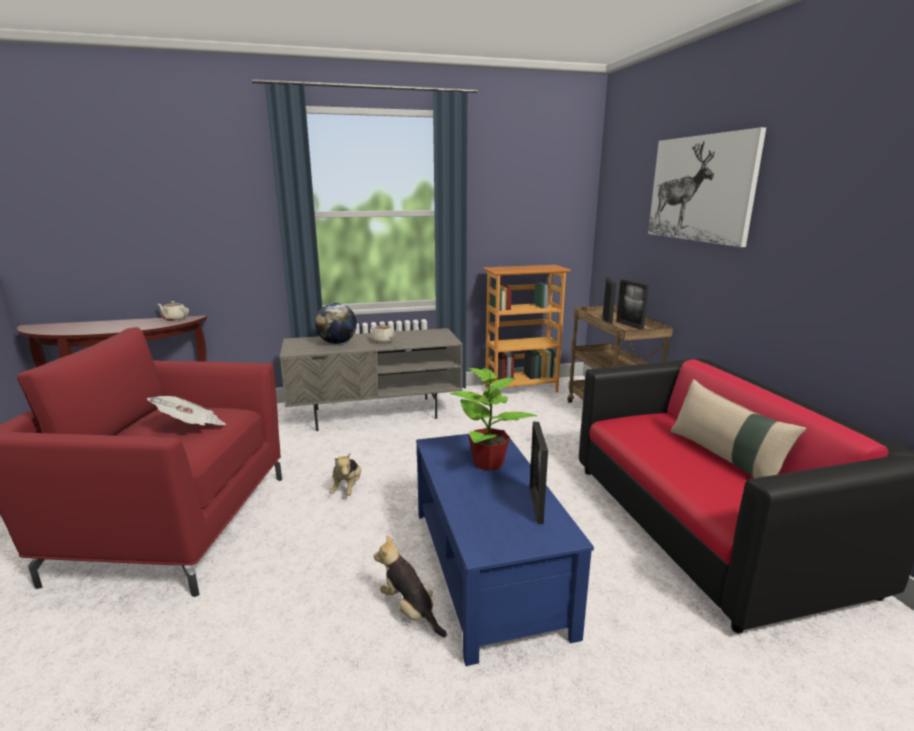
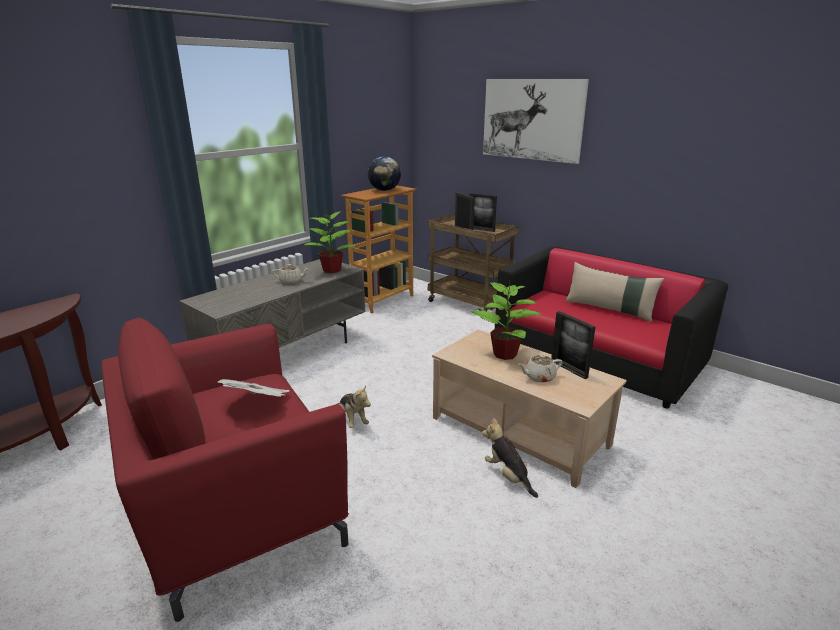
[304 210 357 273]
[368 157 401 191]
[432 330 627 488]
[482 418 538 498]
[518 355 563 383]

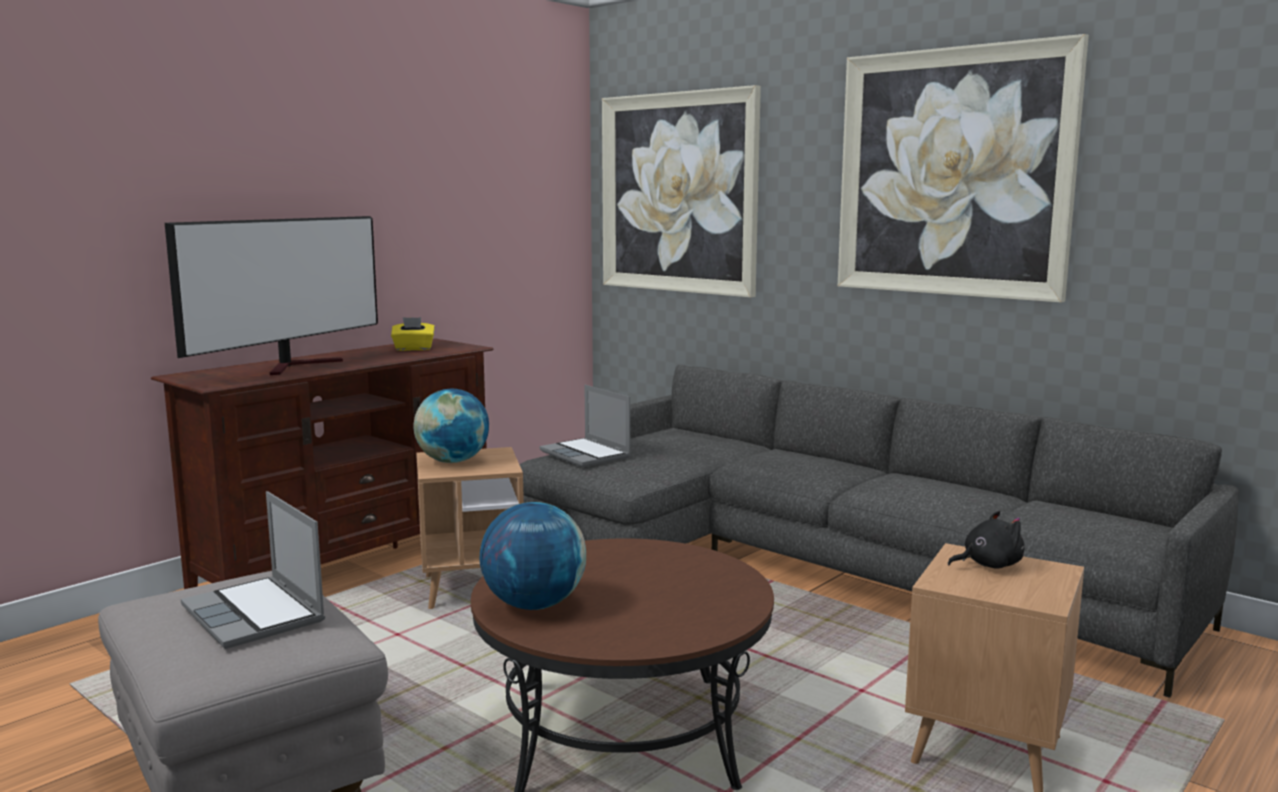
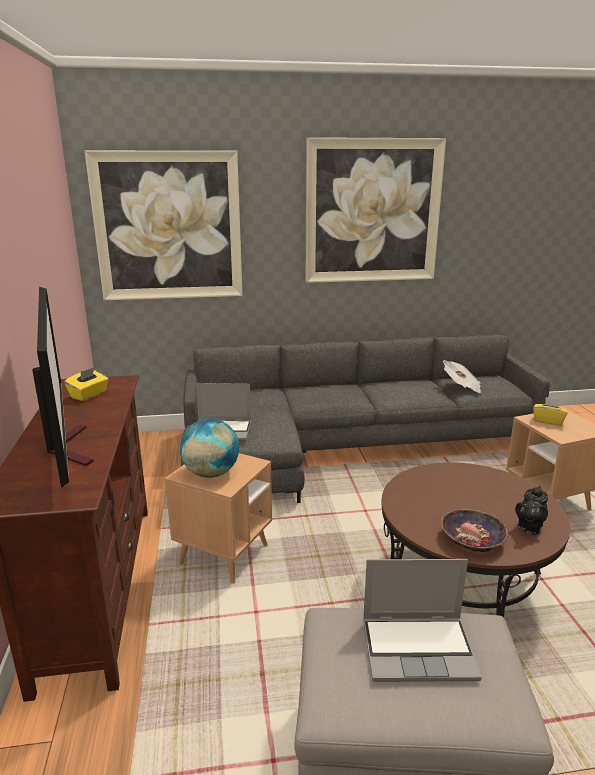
[441 509 508 552]
[443 360 481 393]
[515 486 548 535]
[533 397 568 426]

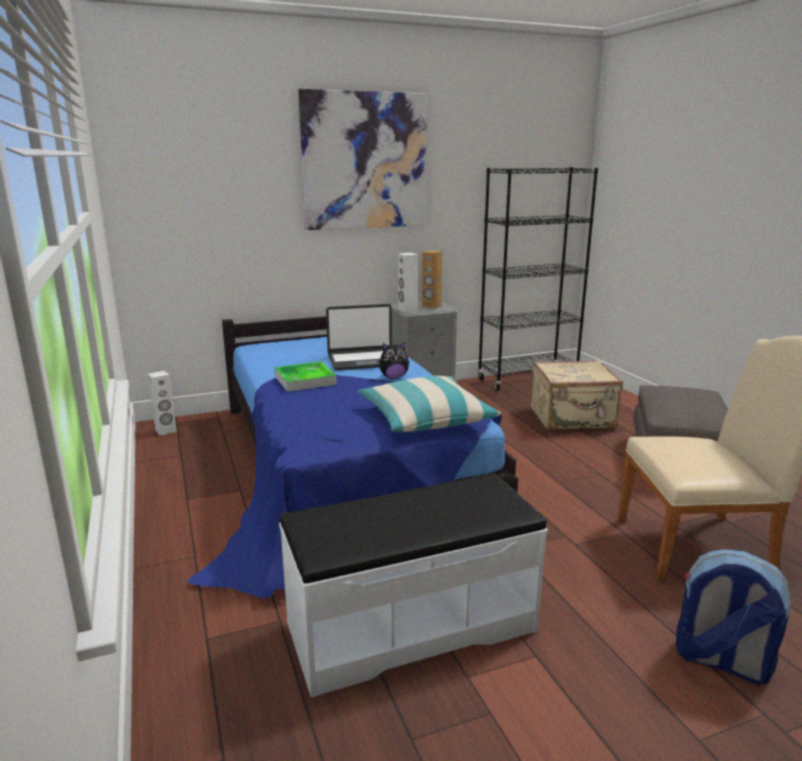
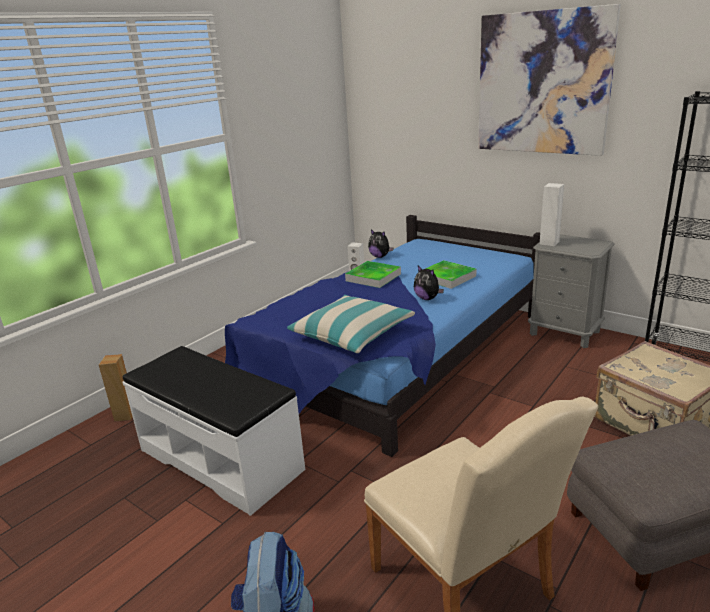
[99 354 132 421]
[368 229 393 258]
[426 260 476 289]

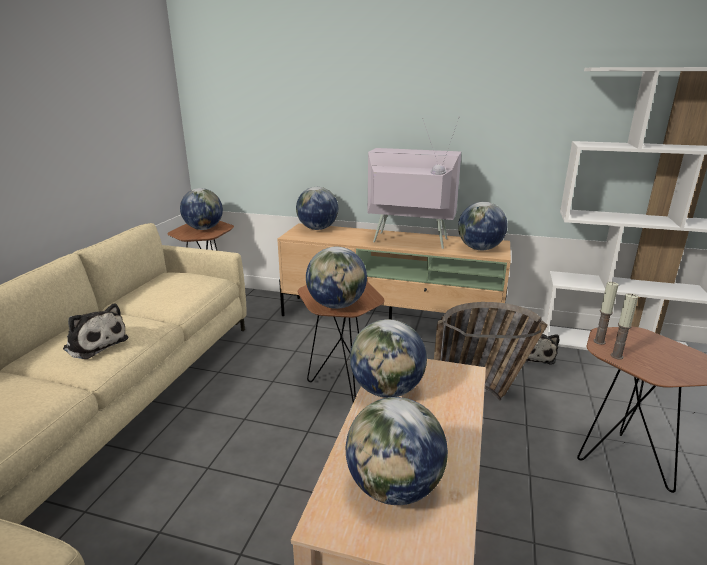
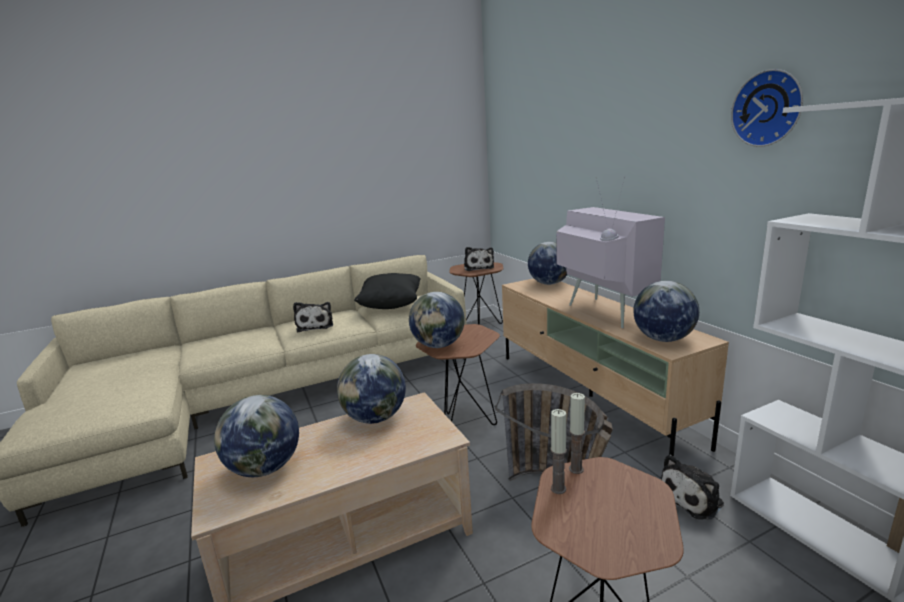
[354 273 421 309]
[464 247 494 271]
[731 69 803 147]

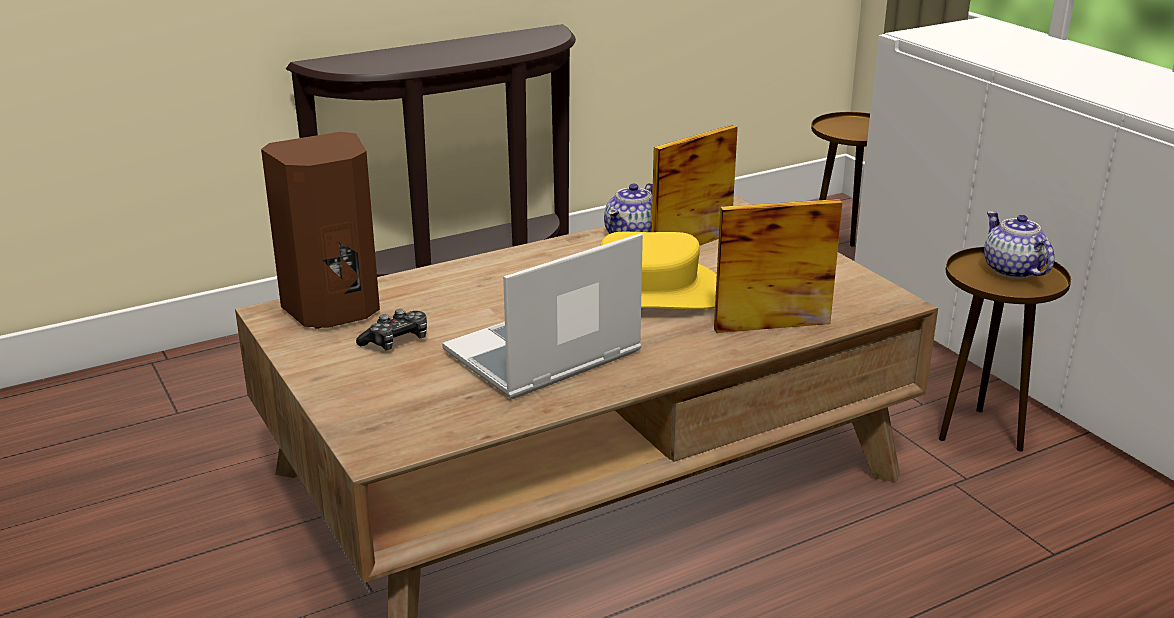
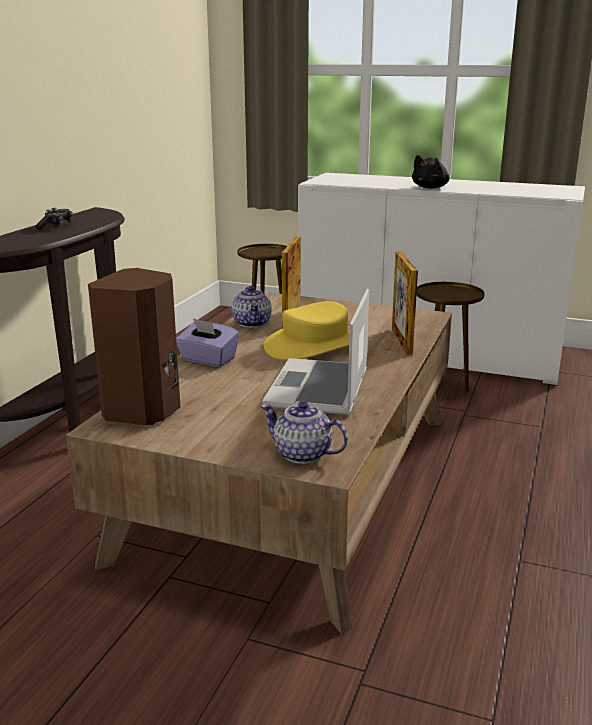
[35 208 73 230]
[176 318 239 367]
[260 401 348 464]
[392 251 418 354]
[412 155 449 188]

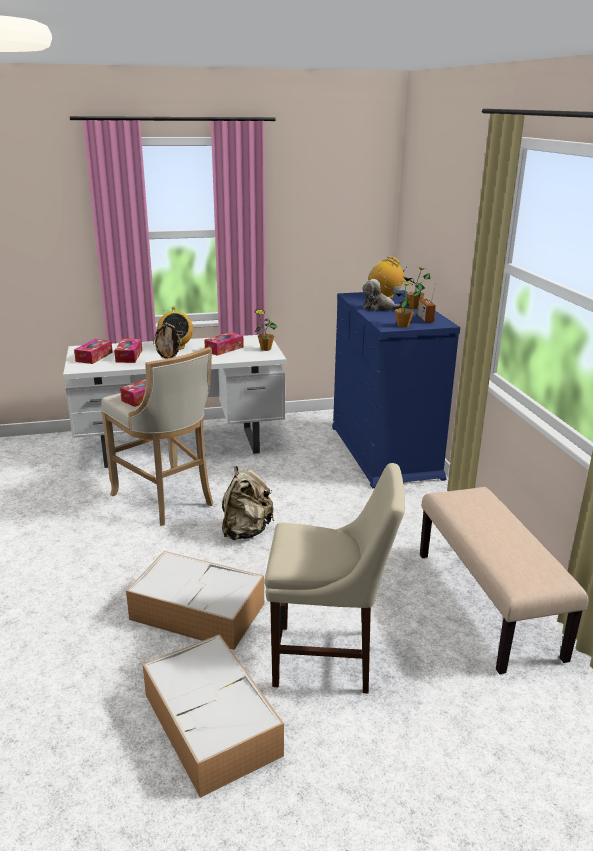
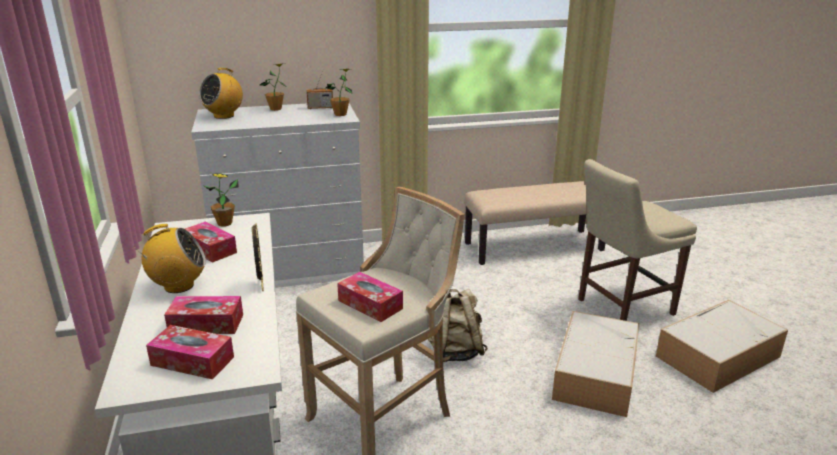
[191 104 364 288]
[578 159 697 321]
[362 279 402 311] (first image)

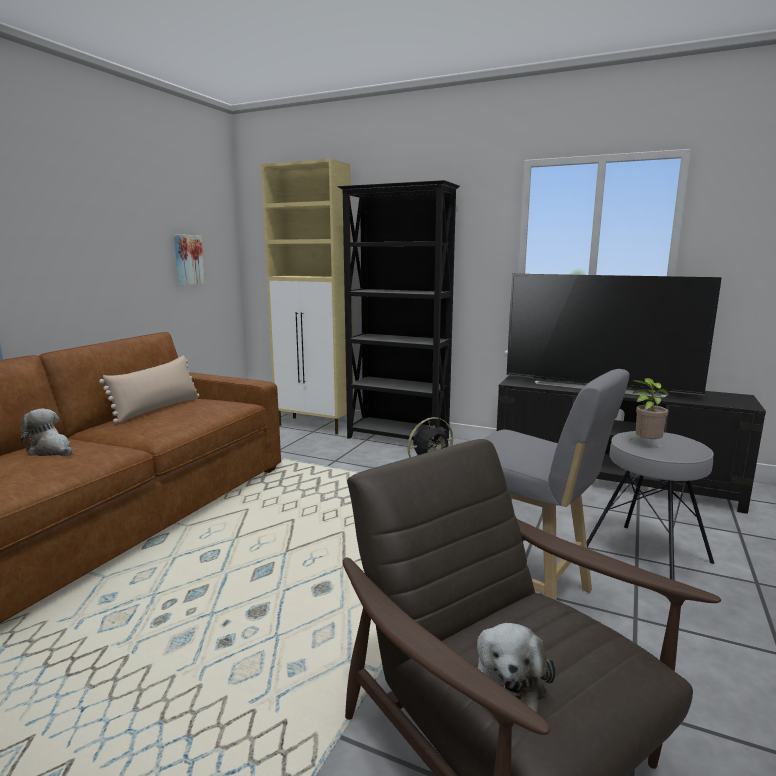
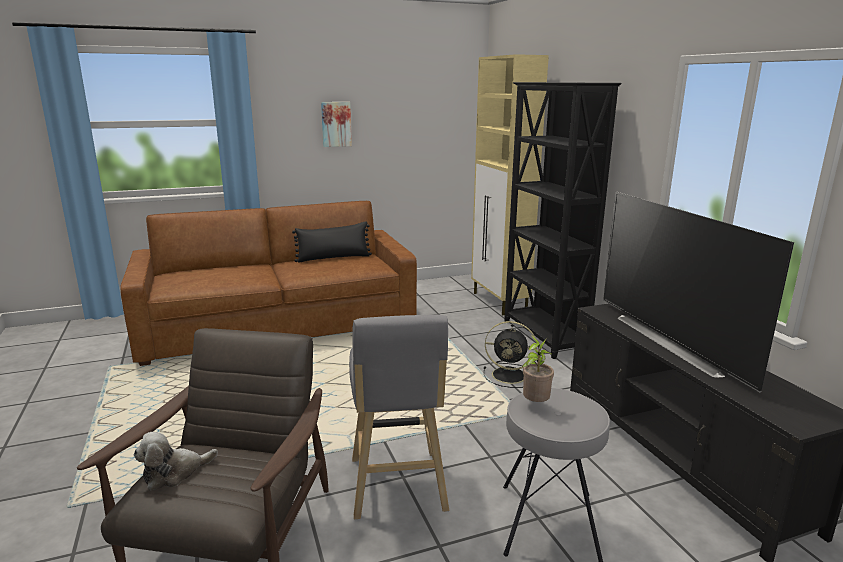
[292 221 372 262]
[321 102 352 147]
[20 408 73 456] (first image)

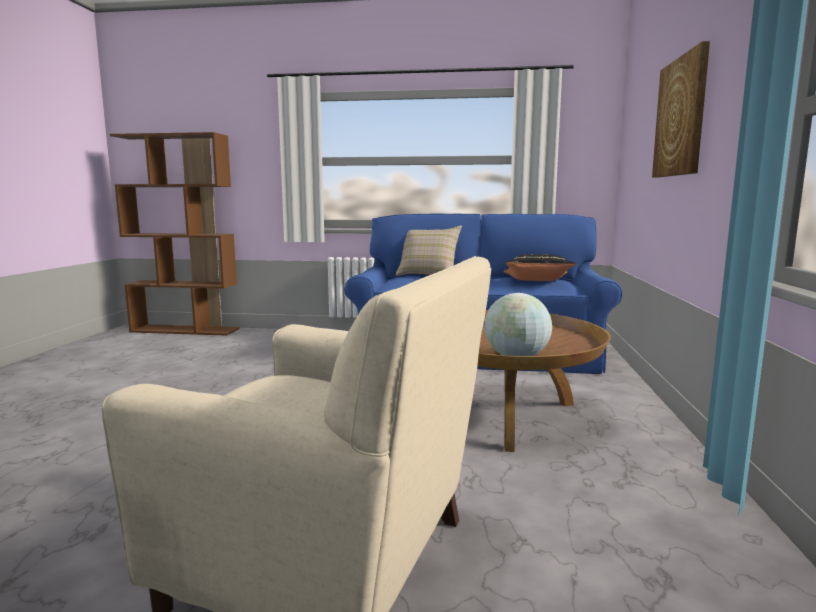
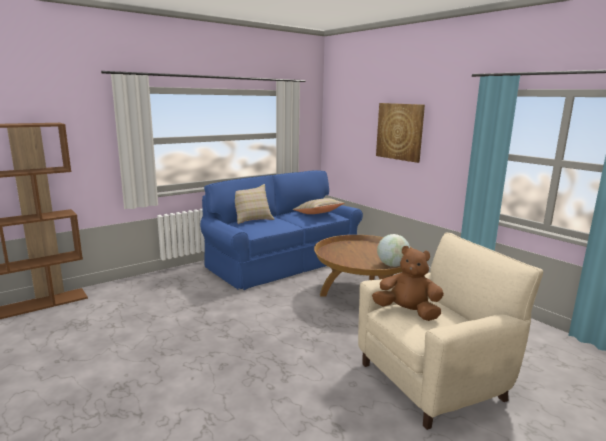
[293 198 344 214]
[372 246 444 321]

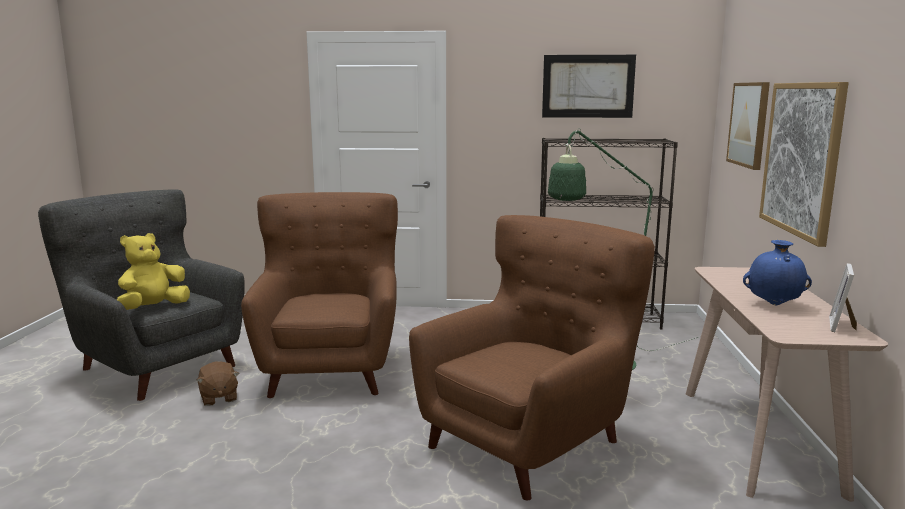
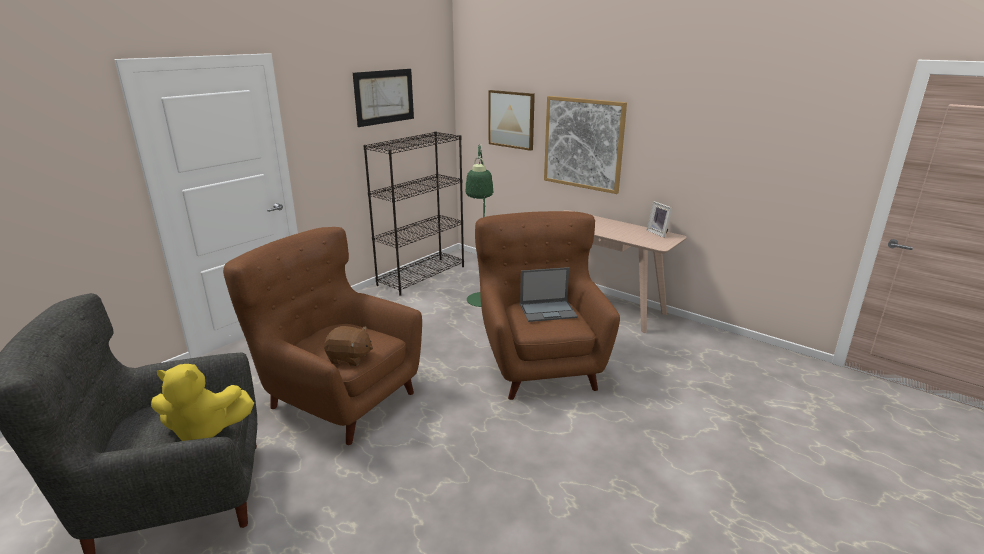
[151 364 254 441]
[324 326 373 366]
[520 267 578 322]
[743 240 812 306] (first image)

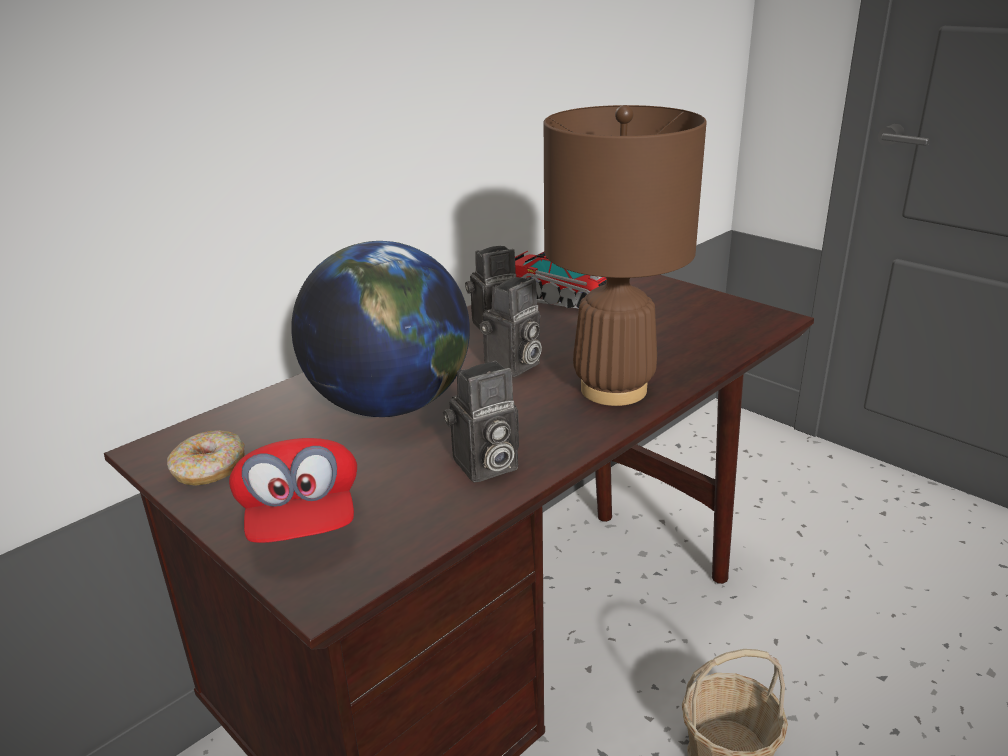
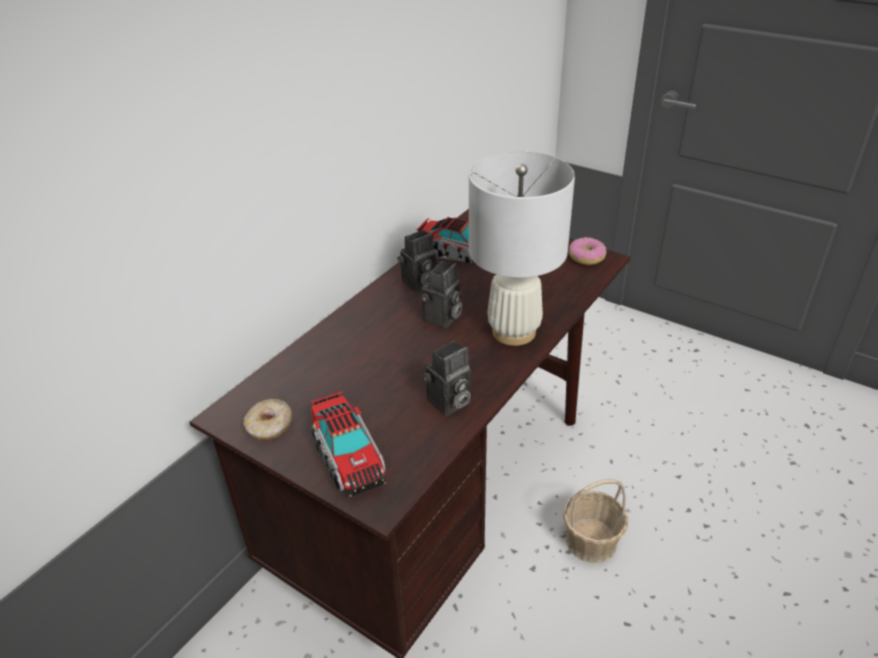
[311 392 386 497]
[469 151 575 346]
[569 237 606 265]
[291 241 470 417] (first image)

